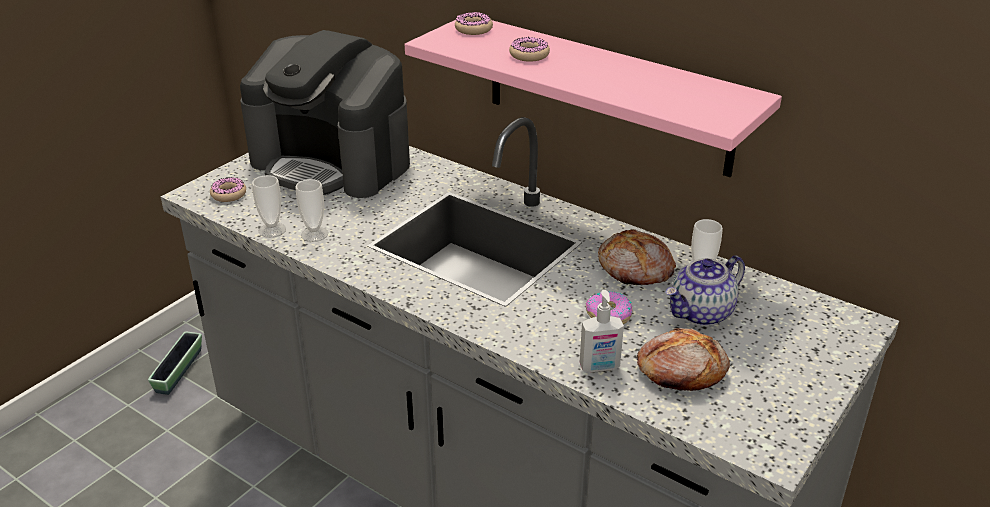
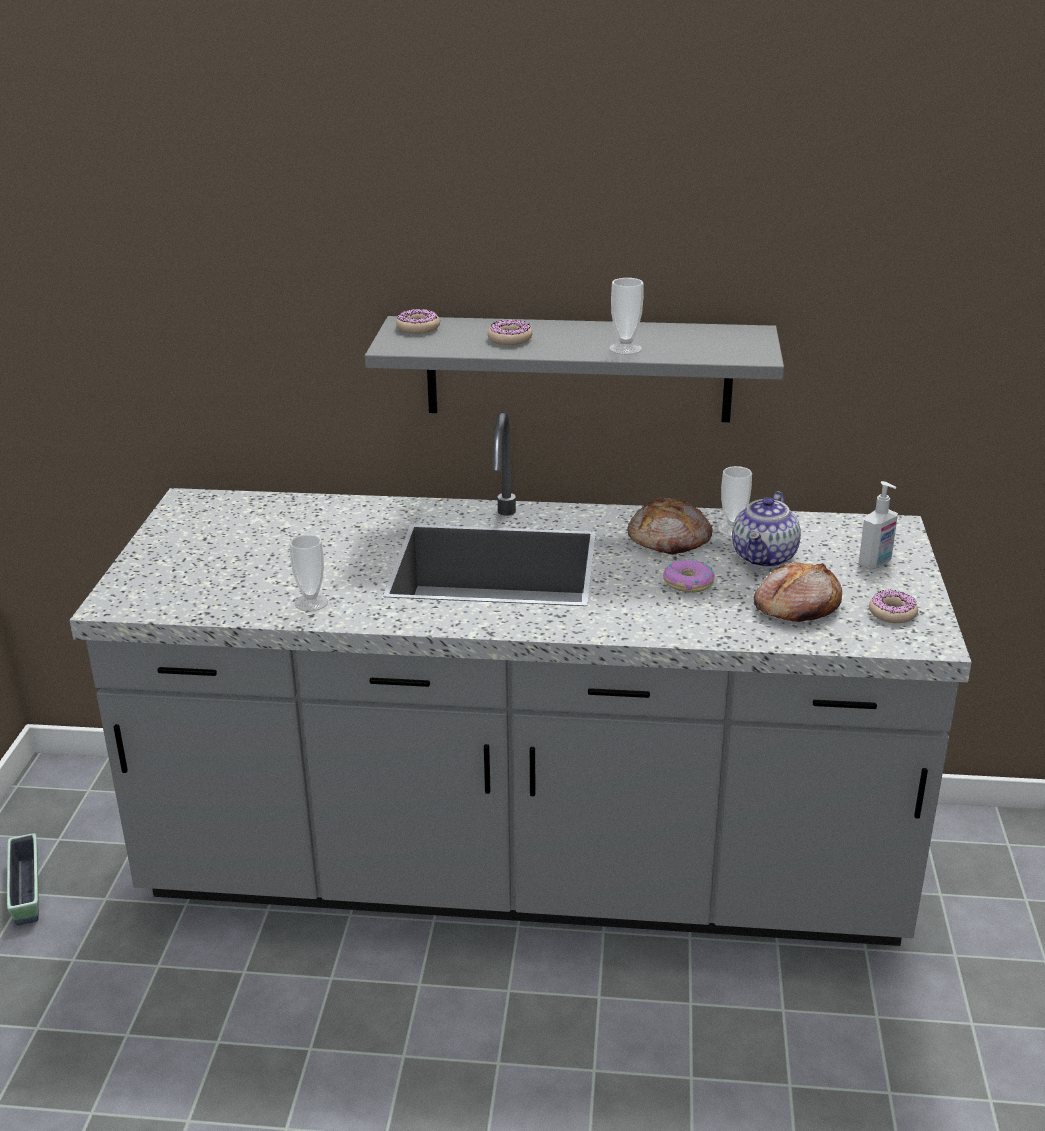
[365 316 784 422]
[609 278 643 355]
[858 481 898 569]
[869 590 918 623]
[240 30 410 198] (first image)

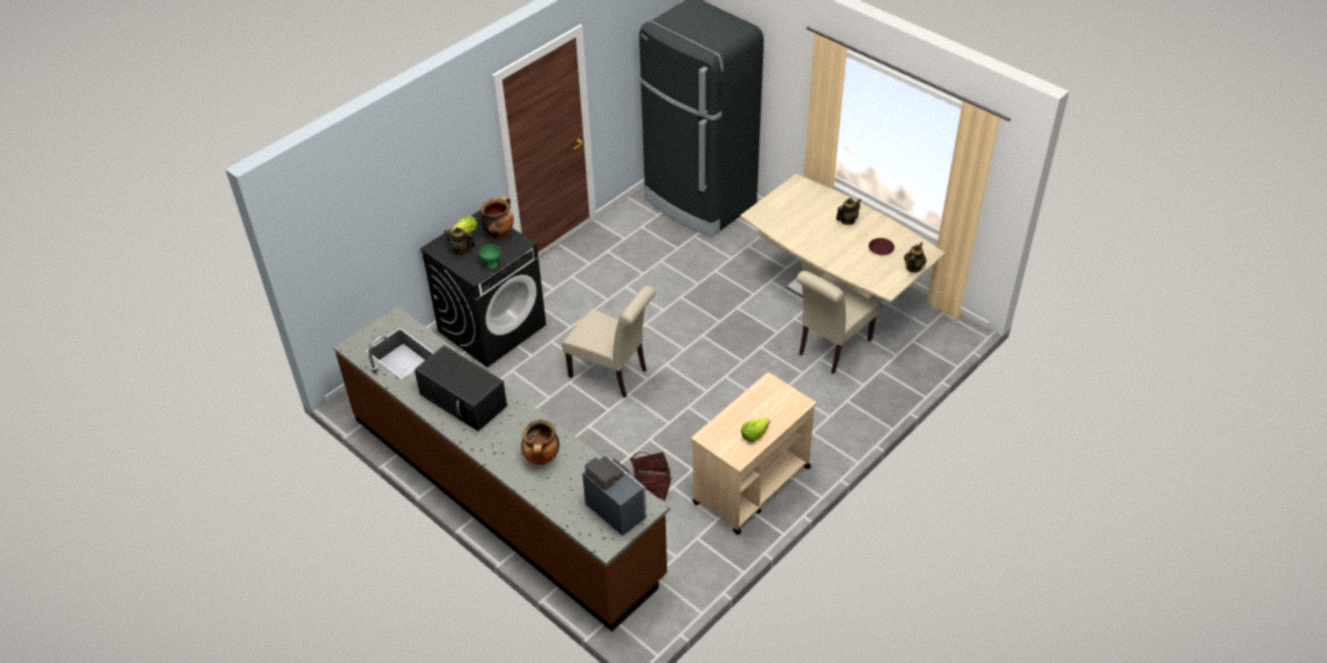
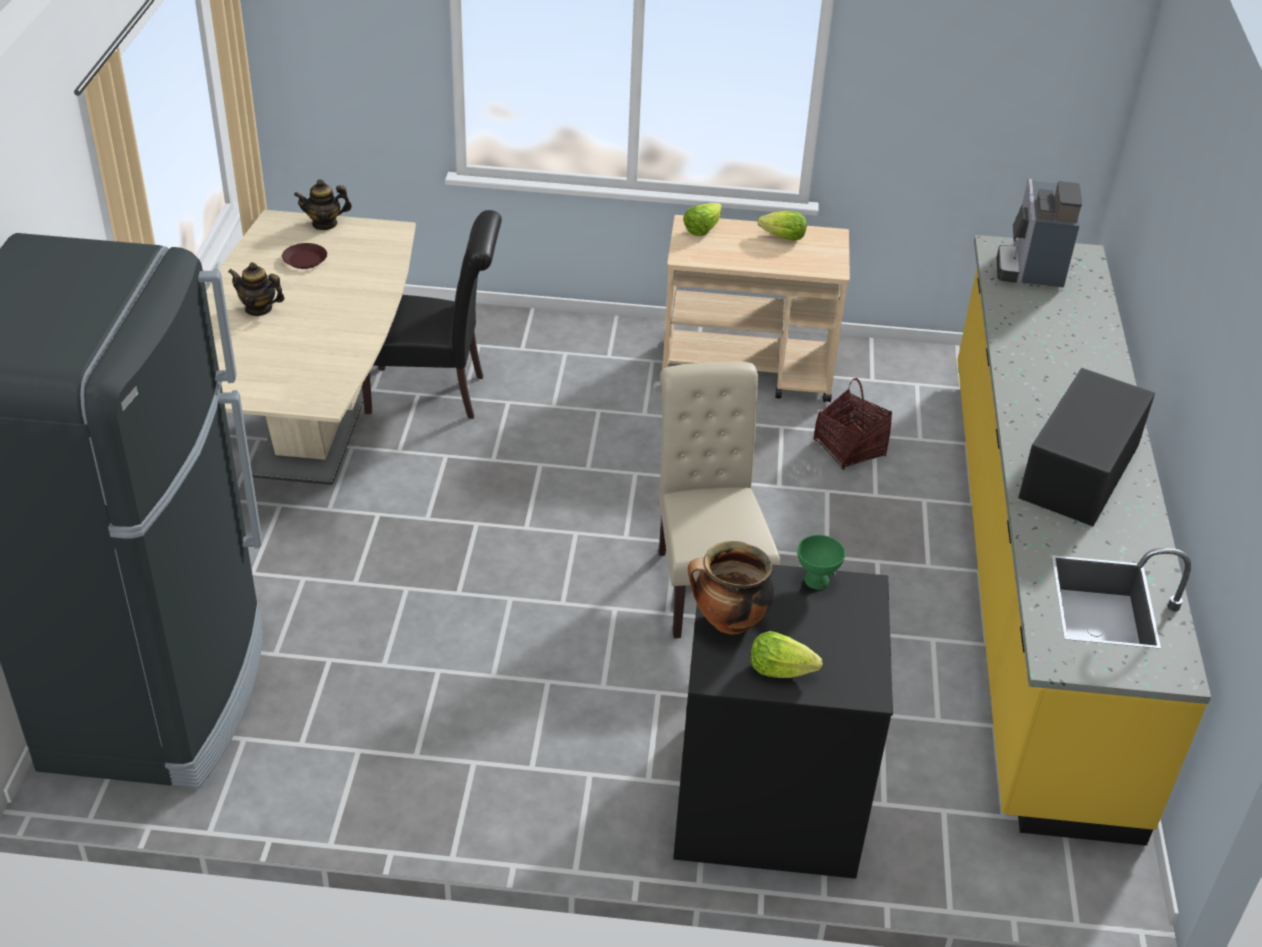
[362 210 502 419]
[683 203 722 236]
[958 235 1211 846]
[1018 368 1155 526]
[444 227 476 255] (first image)
[521 420 560 465] (first image)

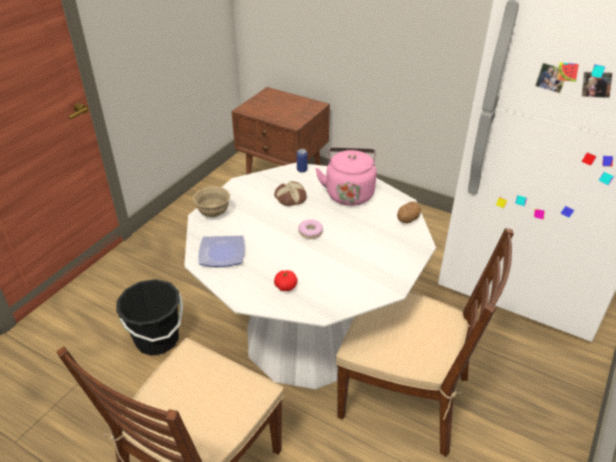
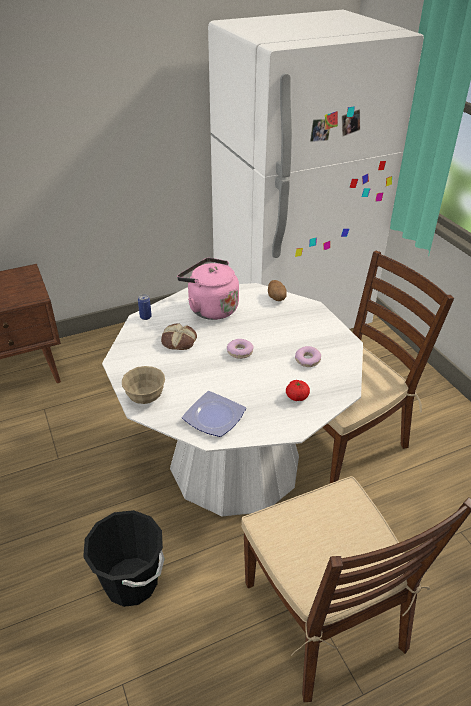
[295 346 321 367]

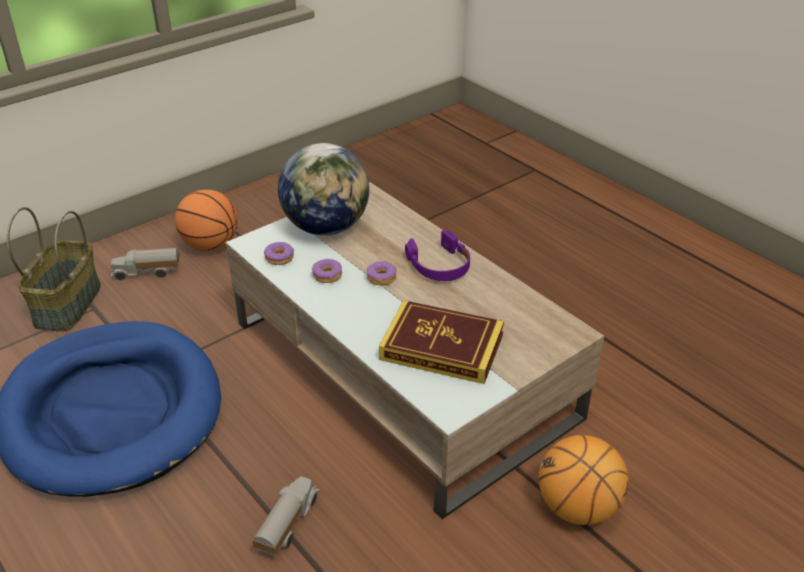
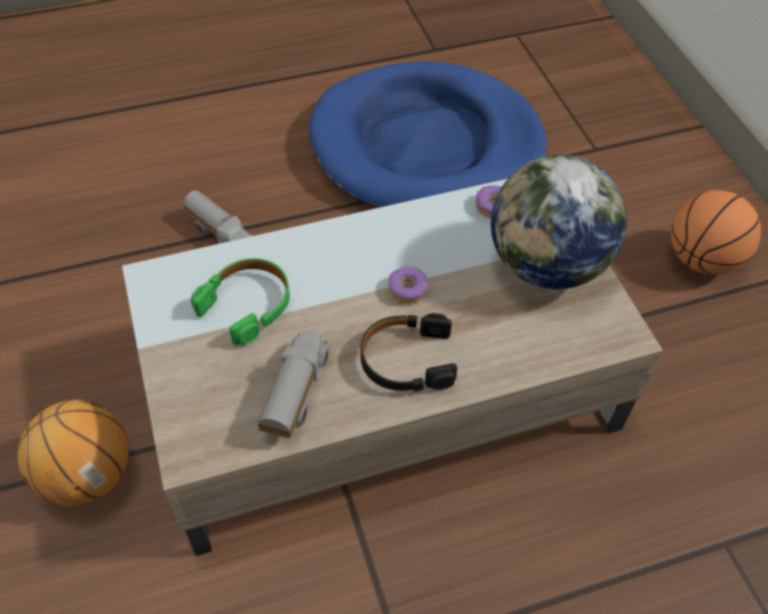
[191 258 290 345]
[258 330 331 439]
[361 313 457 391]
[7 207 101 332] (first image)
[312 259 342 283] (first image)

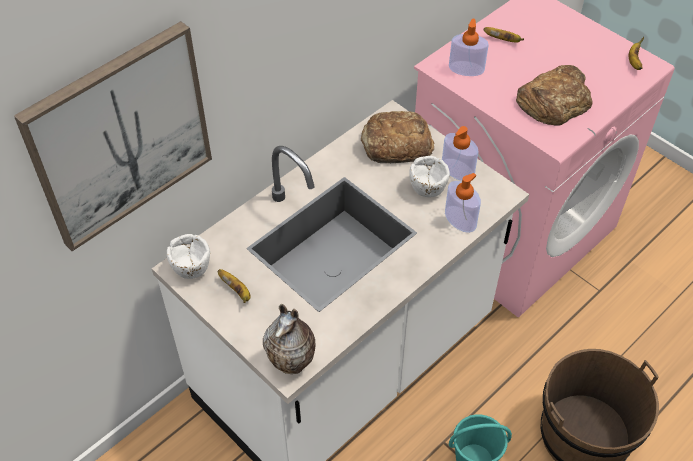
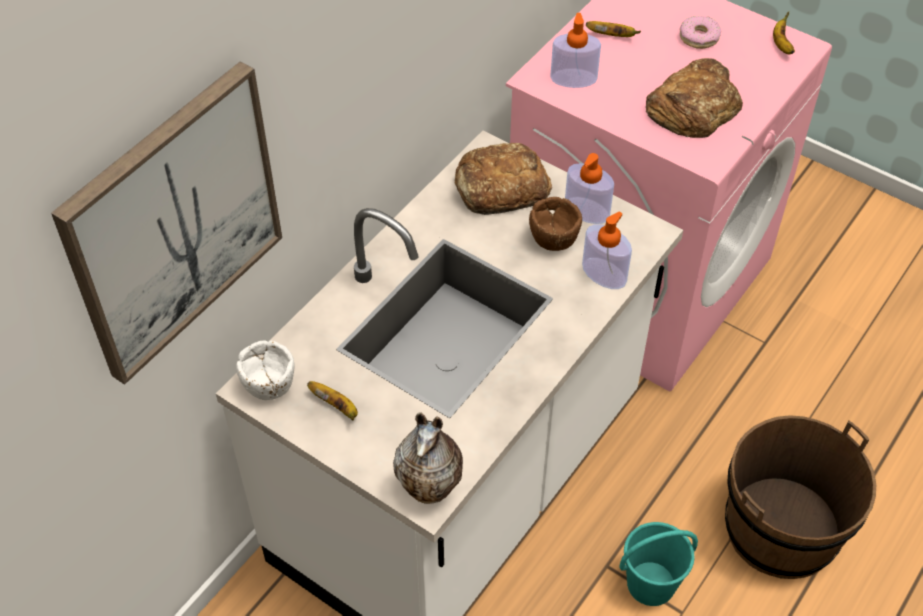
[529 197 582 251]
[680 16 721 49]

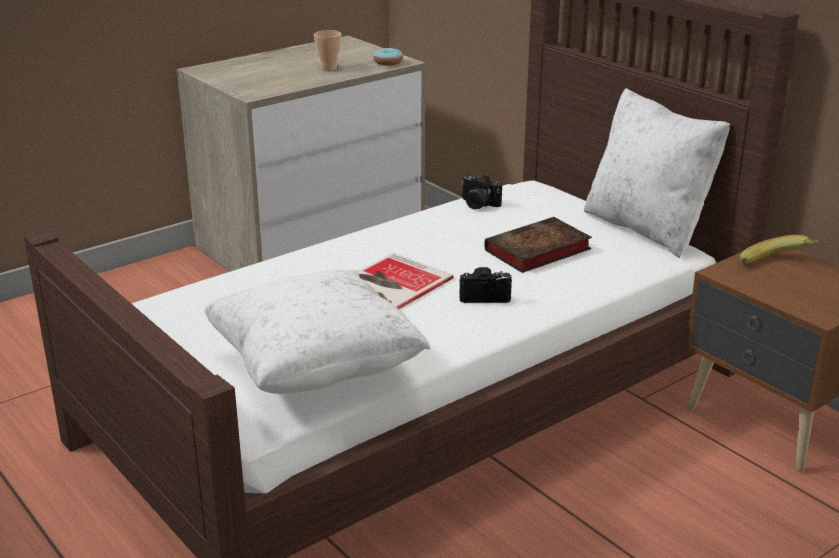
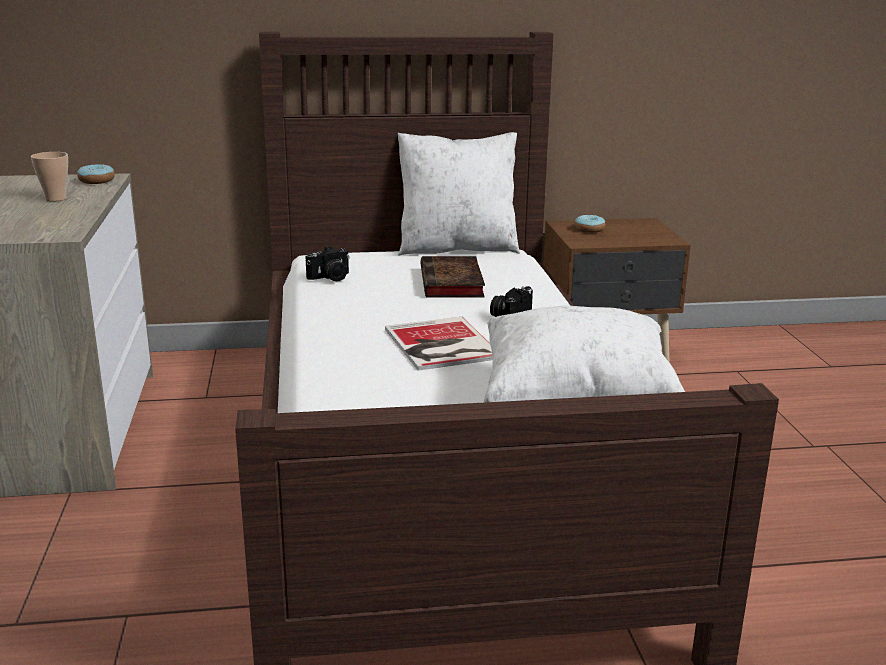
[575 215 605 233]

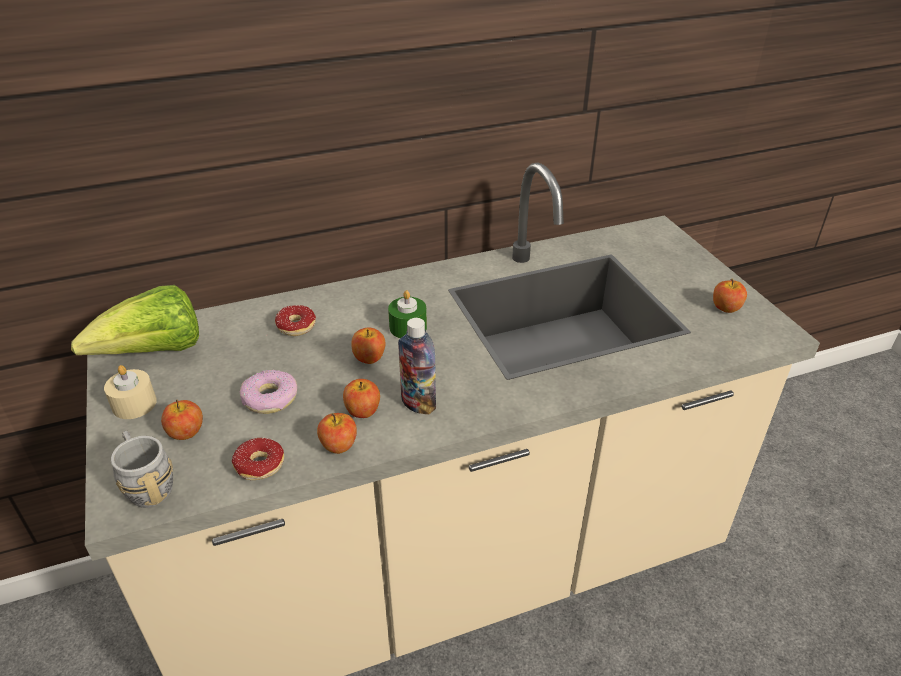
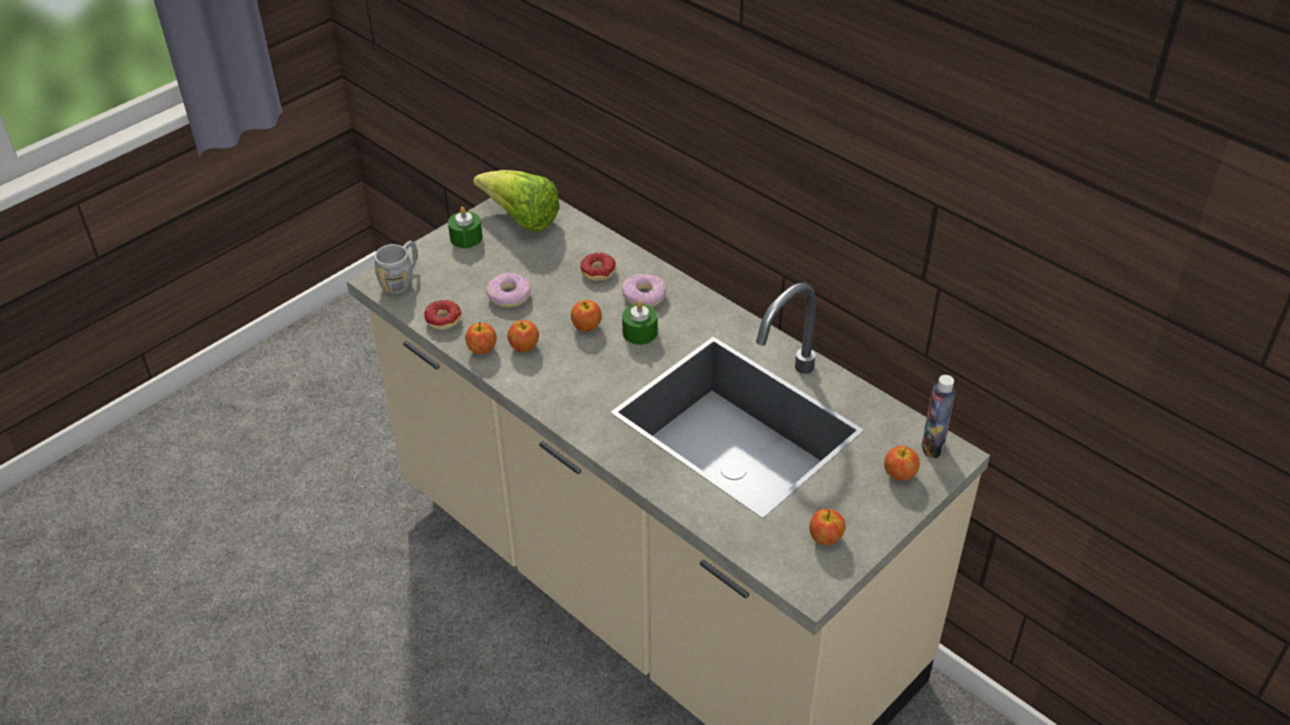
[448 207 483 248]
[622 273 666 307]
[884 446 920 481]
[922 375 956 458]

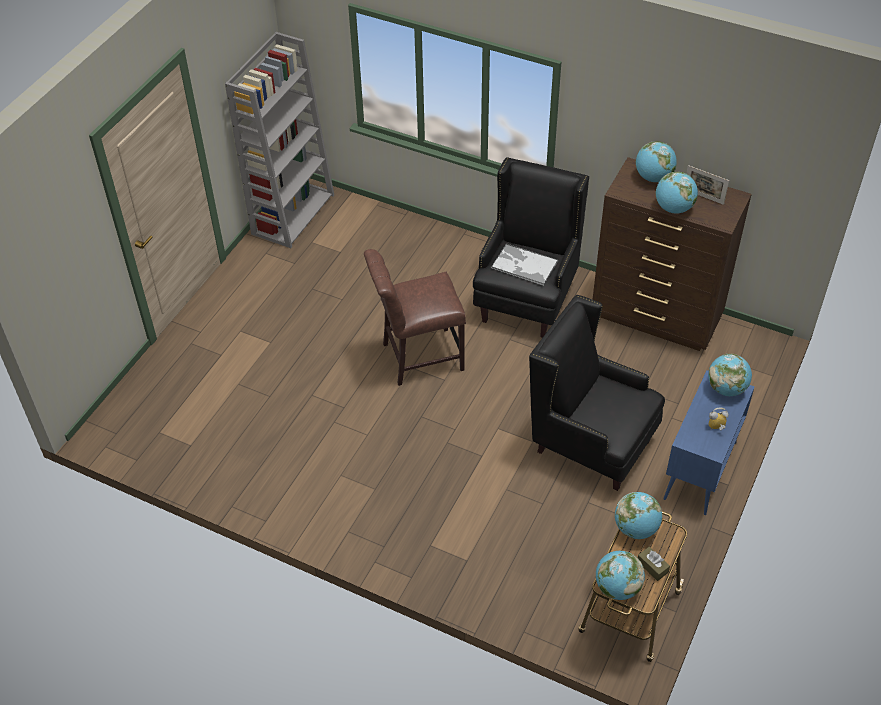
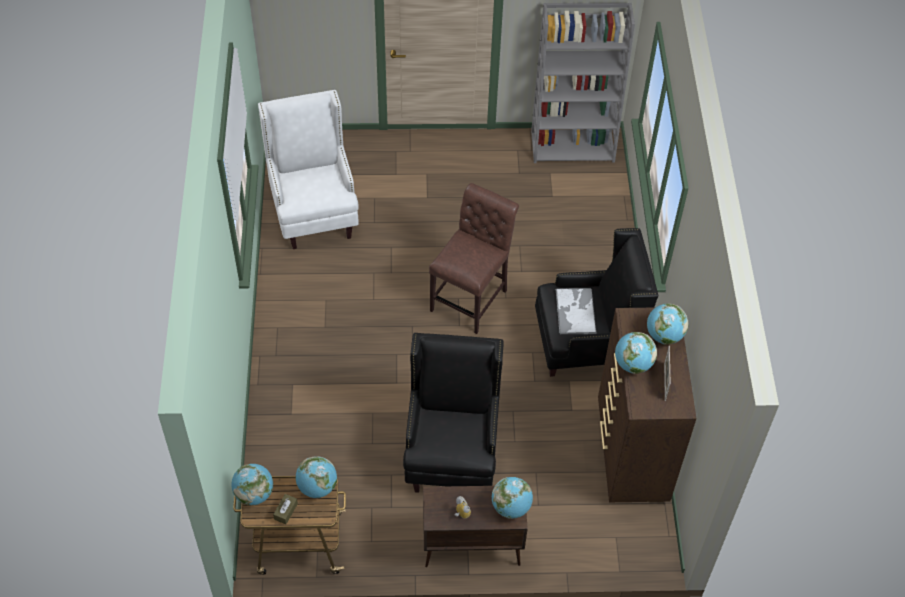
[258 90 359 249]
[423 486 528 567]
[429 183 519 334]

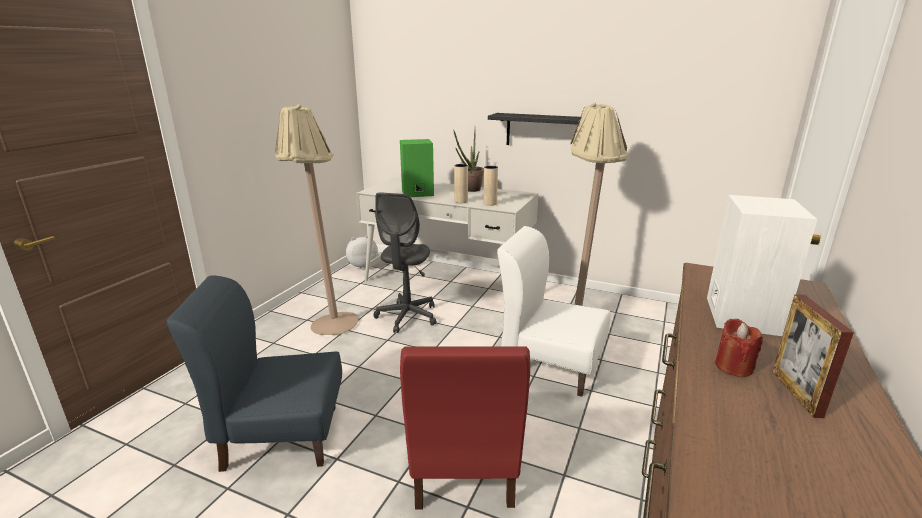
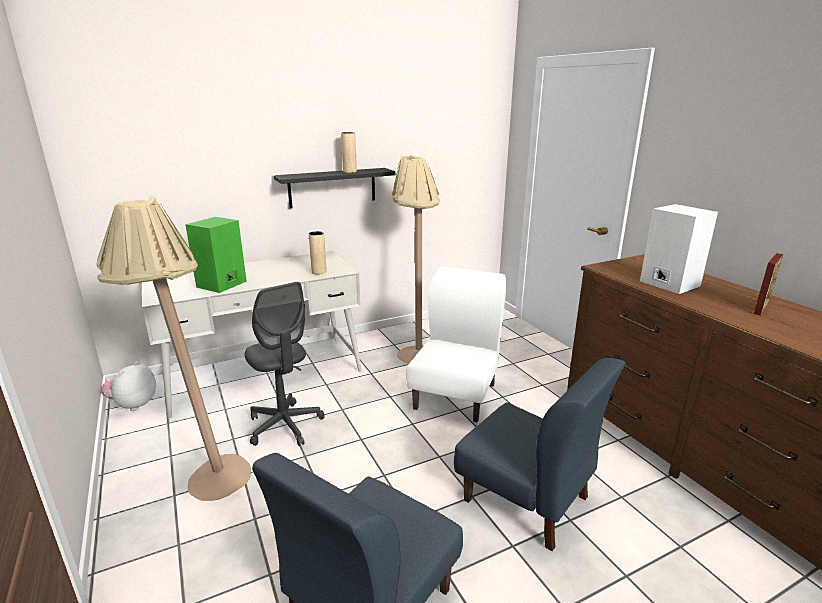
[341 132 357 173]
[406 267 506 423]
[454 358 625 551]
[754 253 783 315]
[454 129 484 192] (first image)
[715 319 763 377] (first image)

